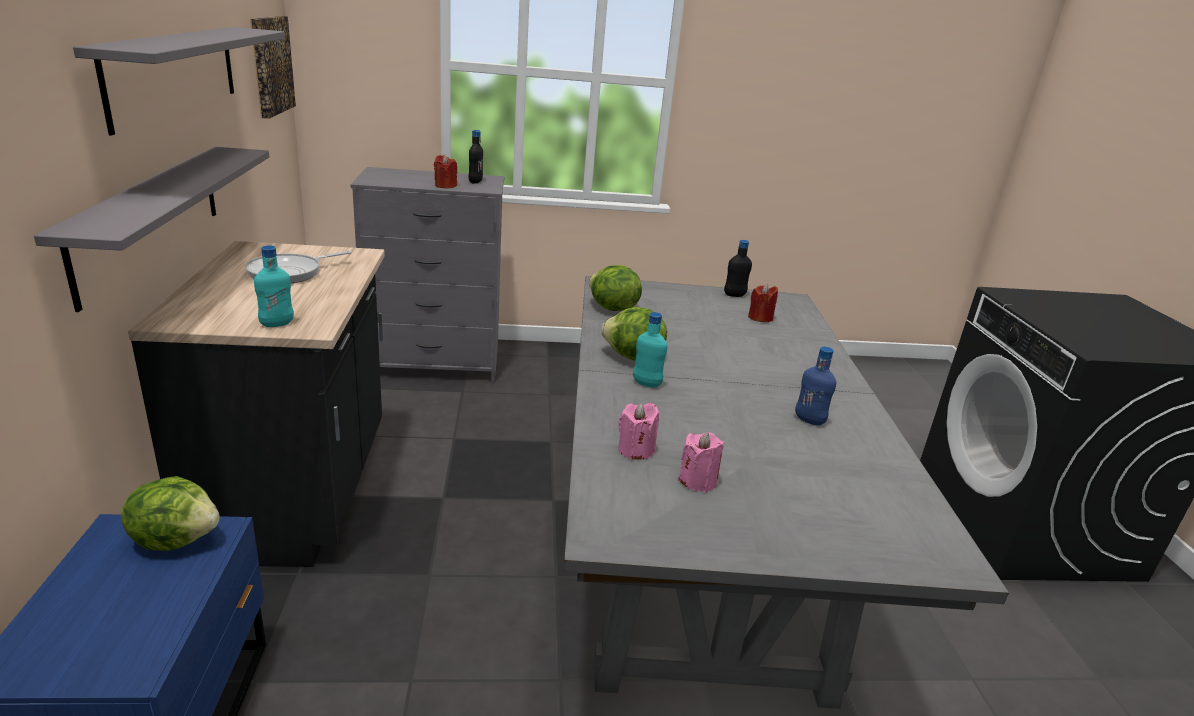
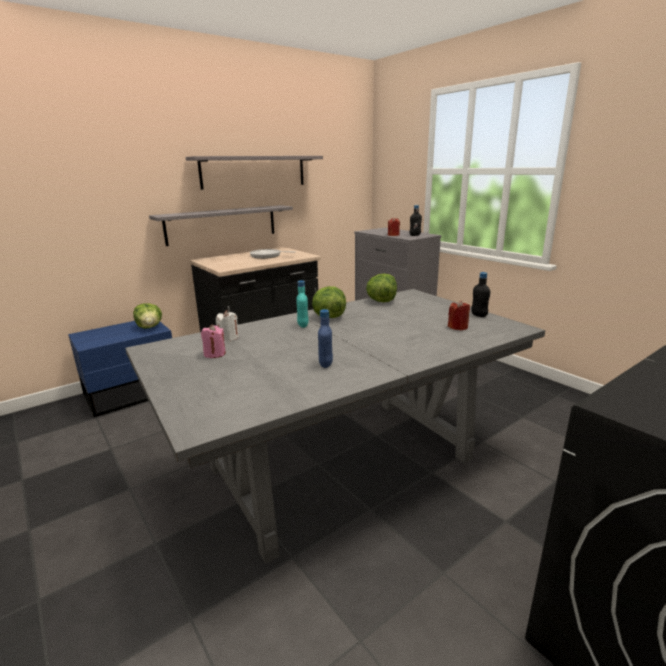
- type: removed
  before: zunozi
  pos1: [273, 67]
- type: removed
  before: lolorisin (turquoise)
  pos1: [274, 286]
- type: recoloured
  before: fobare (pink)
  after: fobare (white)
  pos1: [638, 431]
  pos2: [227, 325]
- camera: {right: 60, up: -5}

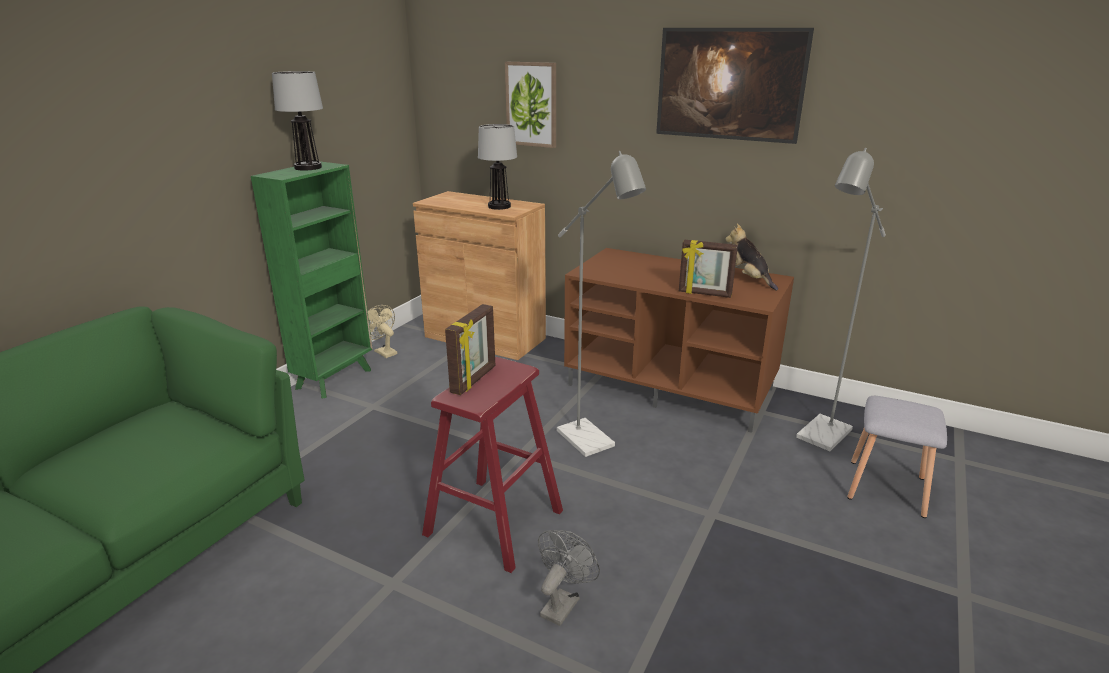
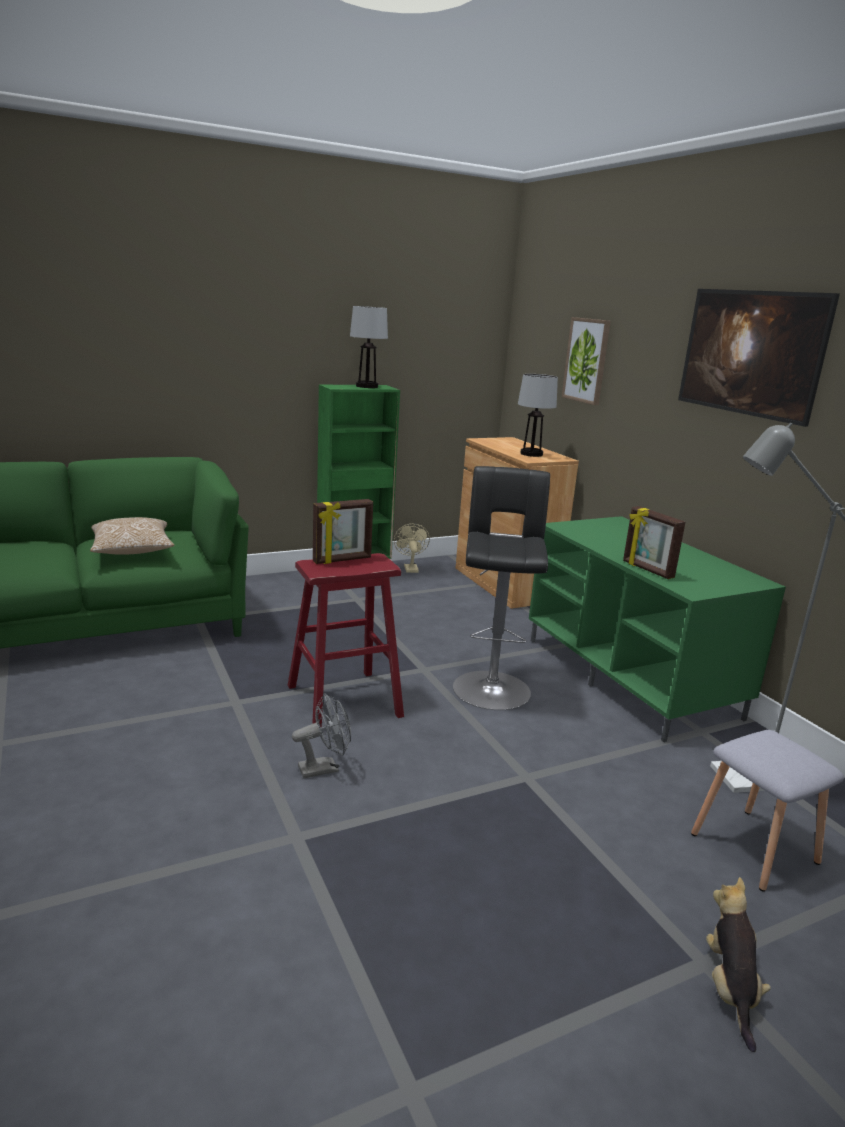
- type: replaced
  before: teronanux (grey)
  after: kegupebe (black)
  pos1: [601, 304]
  pos2: [501, 588]
- type: moved
  before: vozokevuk
  pos1: [751, 257]
  pos2: [738, 964]
- type: recoloured
  before: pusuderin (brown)
  after: pusuderin (green)
  pos1: [679, 340]
  pos2: [657, 629]
- type: added
  after: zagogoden
  pos2: [132, 536]
- camera: {right: 35, up: -5}

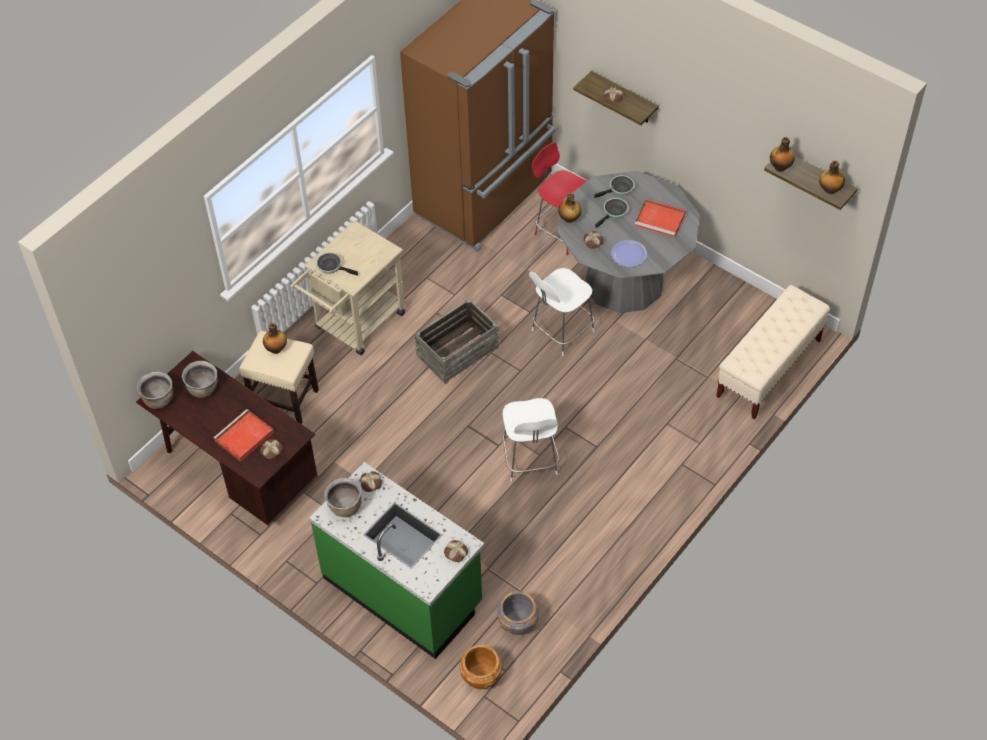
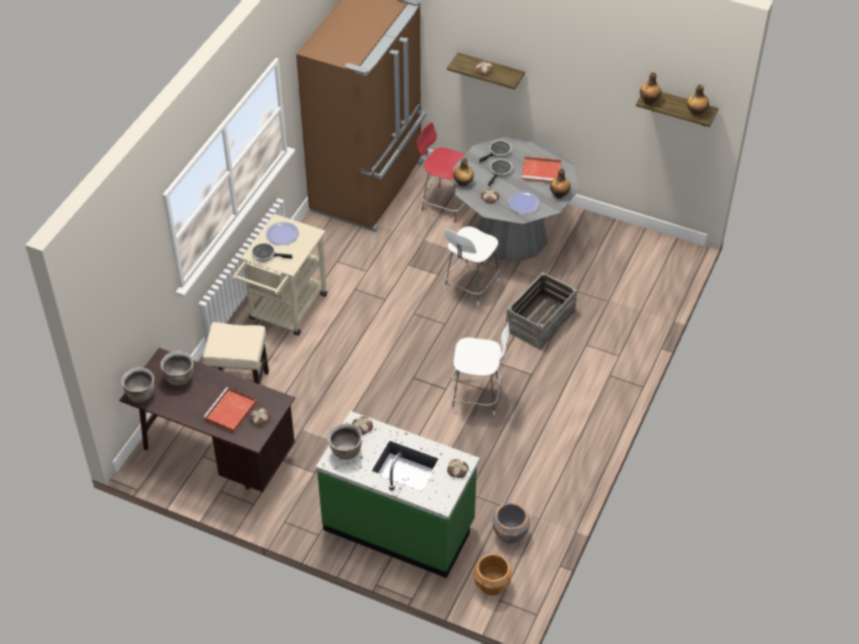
- type: removed
  before: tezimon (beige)
  pos1: [773, 352]
- type: moved
  before: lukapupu
  pos1: [456, 341]
  pos2: [541, 311]
- type: moved
  before: lolorisin
  pos1: [275, 338]
  pos2: [560, 184]
- type: turned
  before: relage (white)
  pos1: [531, 440]
  pos2: [479, 368]
  turn: -60
- type: added
  after: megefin
  pos2: [282, 233]
- camera: {right: -15, up: -5}

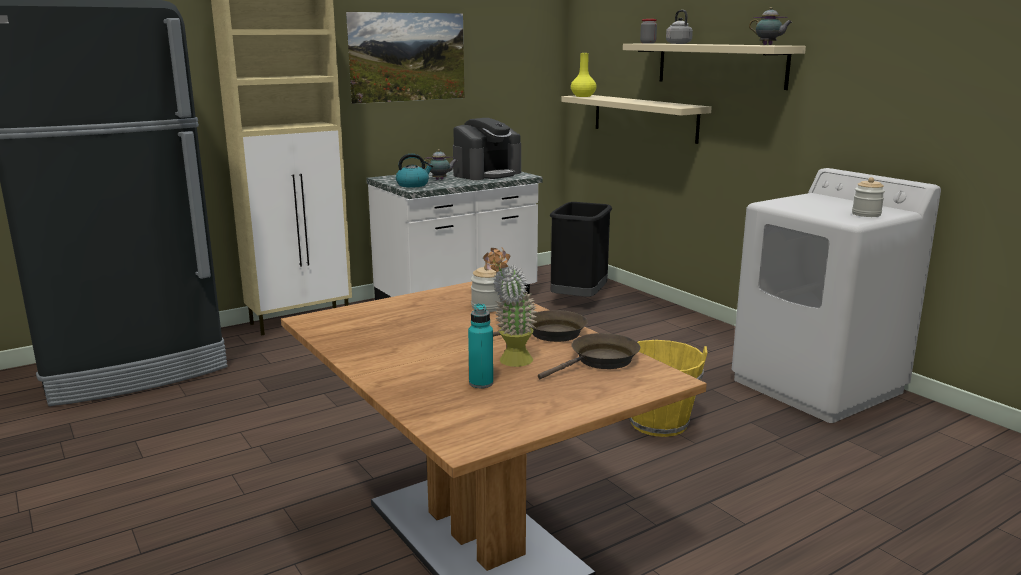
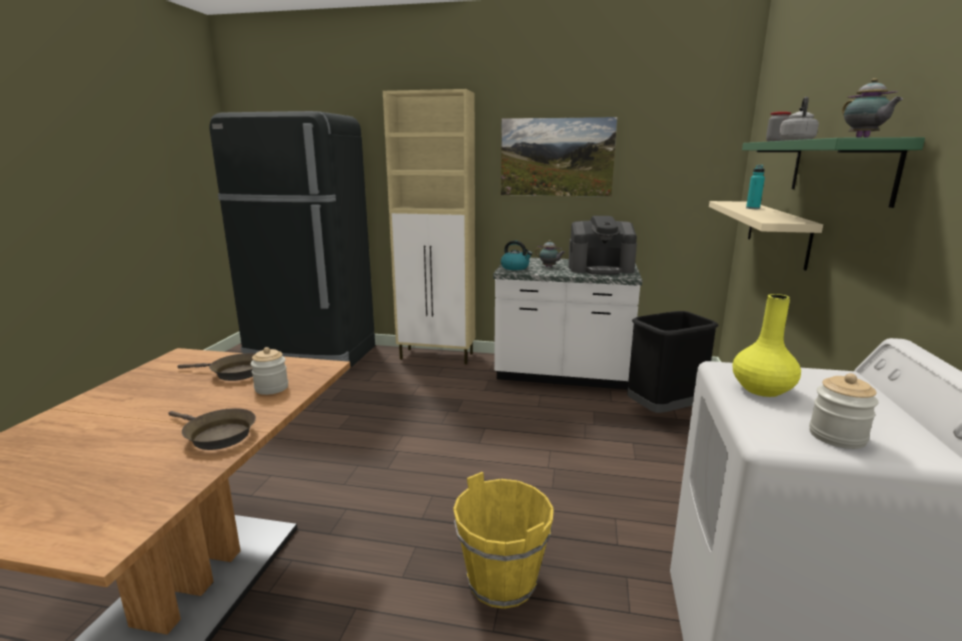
- type: recoloured
  before: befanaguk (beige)
  after: befanaguk (green)
  pos1: [714, 66]
  pos2: [833, 172]
- type: moved
  before: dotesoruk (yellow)
  pos1: [584, 75]
  pos2: [767, 345]
- type: removed
  before: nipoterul
  pos1: [510, 307]
- type: moved
  before: lolorisin (turquoise)
  pos1: [480, 345]
  pos2: [755, 187]
- type: moved
  before: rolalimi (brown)
  pos1: [589, 356]
  pos2: [216, 367]
- camera: {right: 45, up: 0}

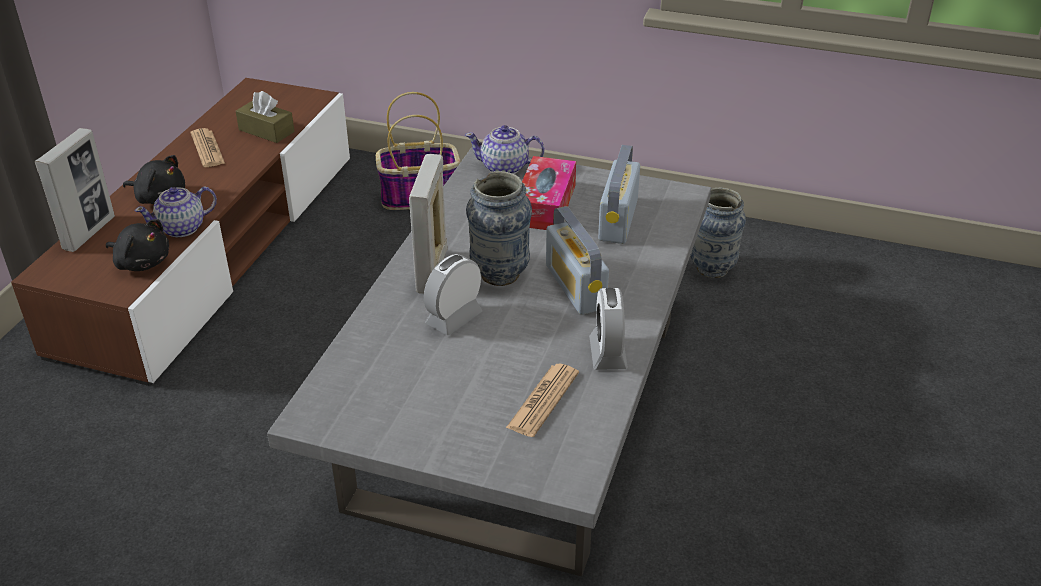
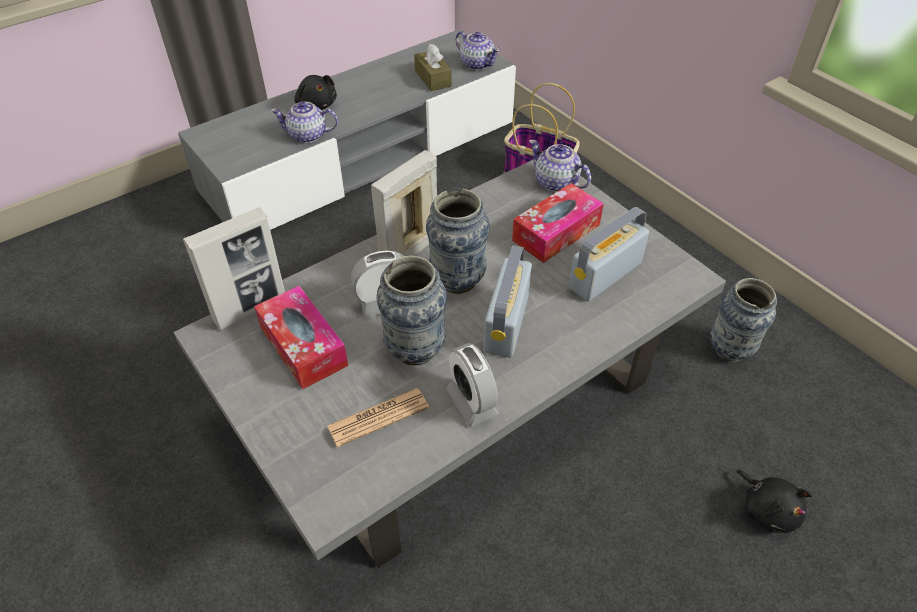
- type: recoloured
  before: pusuderin (brown)
  after: pusuderin (grey)
  pos1: [180, 232]
  pos2: [347, 129]
- type: moved
  before: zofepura
  pos1: [75, 190]
  pos2: [234, 268]
- type: removed
  before: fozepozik
  pos1: [208, 147]
- type: moved
  before: vozokevuk (black)
  pos1: [137, 245]
  pos2: [774, 501]
- type: turned
  before: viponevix
  pos1: [608, 329]
  pos2: [472, 385]
  turn: -60
- type: added
  after: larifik
  pos2: [478, 50]
- type: added
  after: dotesoruk
  pos2: [412, 310]
- type: added
  after: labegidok
  pos2: [301, 337]
- camera: {right: 35, up: 10}

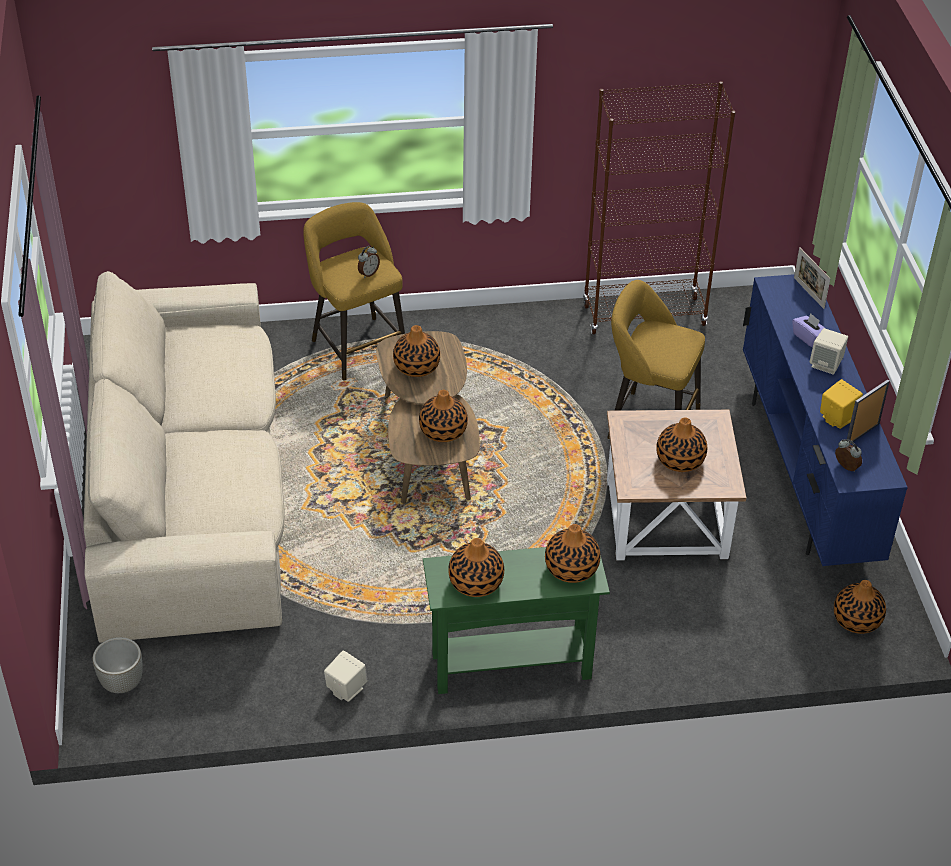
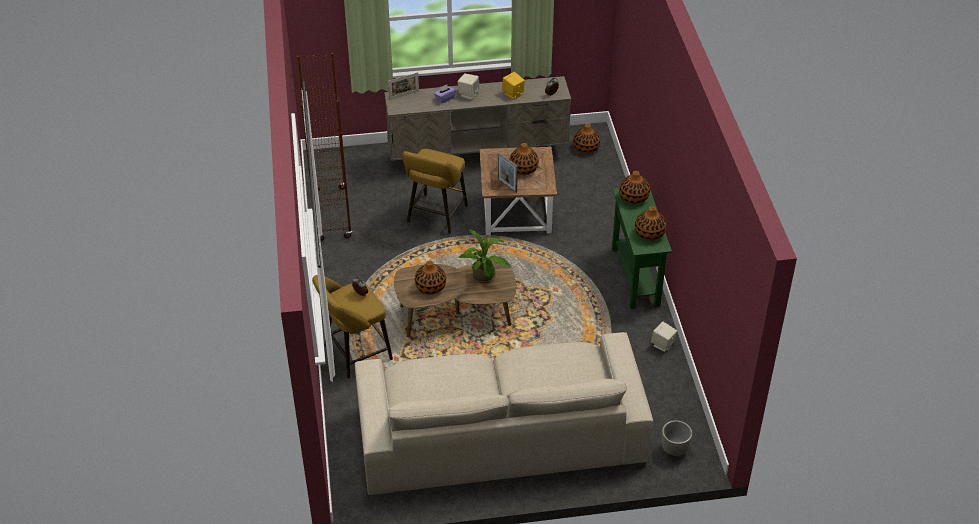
- type: recoloured
  before: pusuderin (blue)
  after: pusuderin (beige)
  pos1: [825, 420]
  pos2: [477, 118]
- type: moved
  before: zofepura
  pos1: [868, 412]
  pos2: [507, 172]
- type: replaced
  before: dotesoruk
  after: nipoterul
  pos1: [443, 416]
  pos2: [485, 256]
- camera: {right: -90, up: 0}

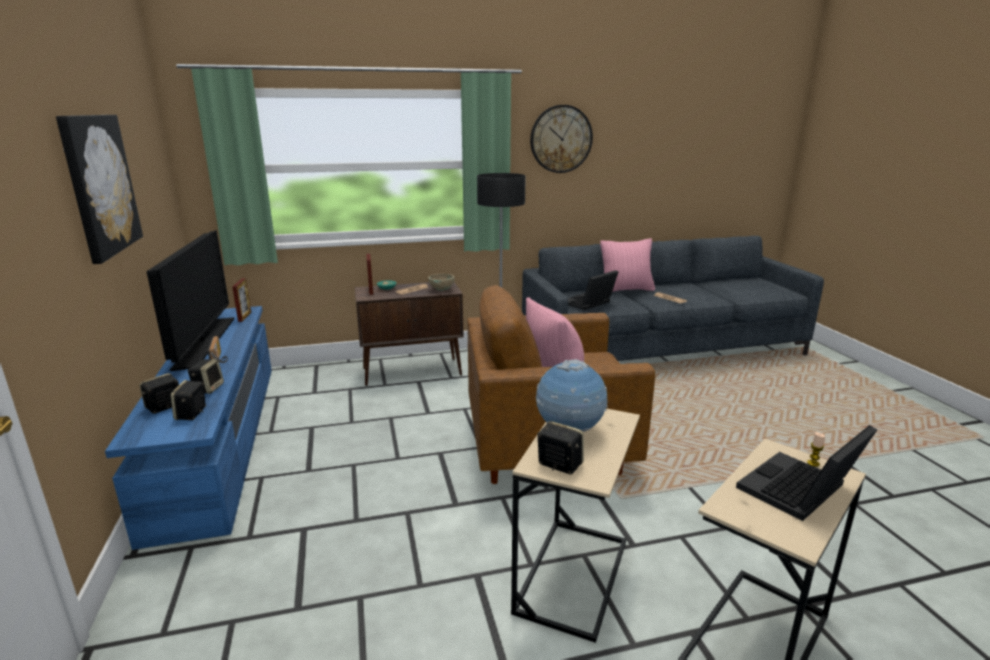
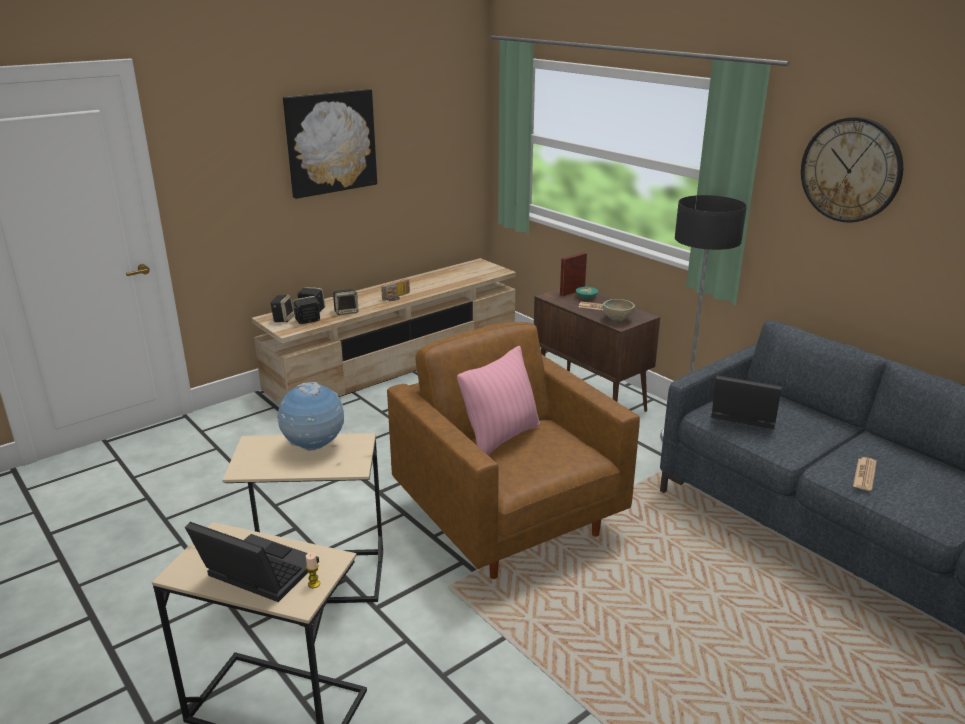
- type: removed
  before: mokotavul
  pos1: [190, 300]
- type: removed
  before: zagogoden (pink)
  pos1: [627, 265]
- type: removed
  before: zofepura
  pos1: [241, 300]
- type: recoloured
  before: pusuderin (blue)
  after: pusuderin (beige)
  pos1: [188, 428]
  pos2: [384, 331]
- type: moved
  before: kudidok
  pos1: [560, 448]
  pos2: [282, 308]
- camera: {right: 65, up: 5}

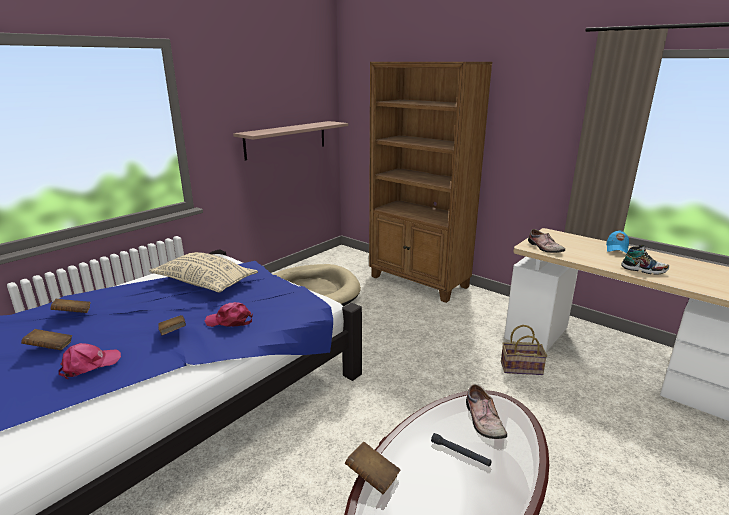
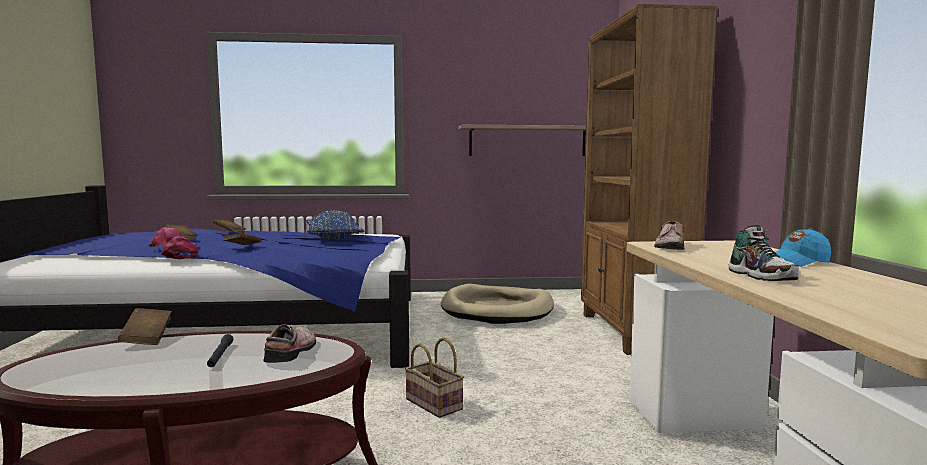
- type: recoloured
  before: zagogoden (beige)
  after: zagogoden (blue)
  pos1: [203, 272]
  pos2: [335, 224]
- type: moved
  before: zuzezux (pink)
  pos1: [229, 314]
  pos2: [179, 247]
- type: moved
  before: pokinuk
  pos1: [524, 350]
  pos2: [434, 378]
- type: turned
  before: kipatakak
  pos1: [486, 411]
  pos2: [289, 343]
  turn: 150
- camera: {right: 45, up: -15}

